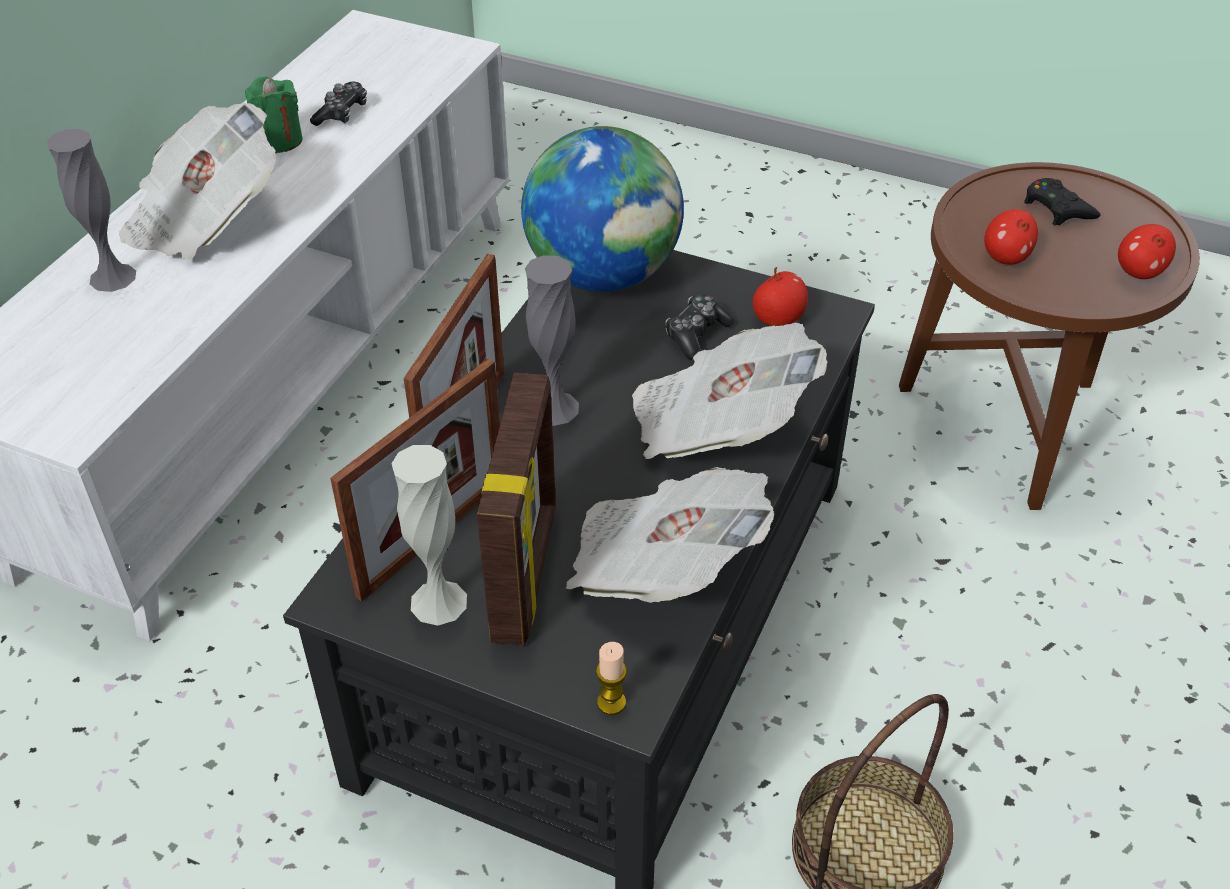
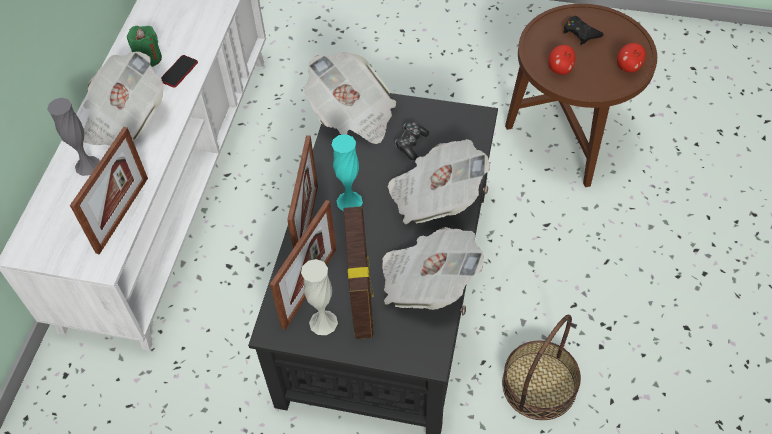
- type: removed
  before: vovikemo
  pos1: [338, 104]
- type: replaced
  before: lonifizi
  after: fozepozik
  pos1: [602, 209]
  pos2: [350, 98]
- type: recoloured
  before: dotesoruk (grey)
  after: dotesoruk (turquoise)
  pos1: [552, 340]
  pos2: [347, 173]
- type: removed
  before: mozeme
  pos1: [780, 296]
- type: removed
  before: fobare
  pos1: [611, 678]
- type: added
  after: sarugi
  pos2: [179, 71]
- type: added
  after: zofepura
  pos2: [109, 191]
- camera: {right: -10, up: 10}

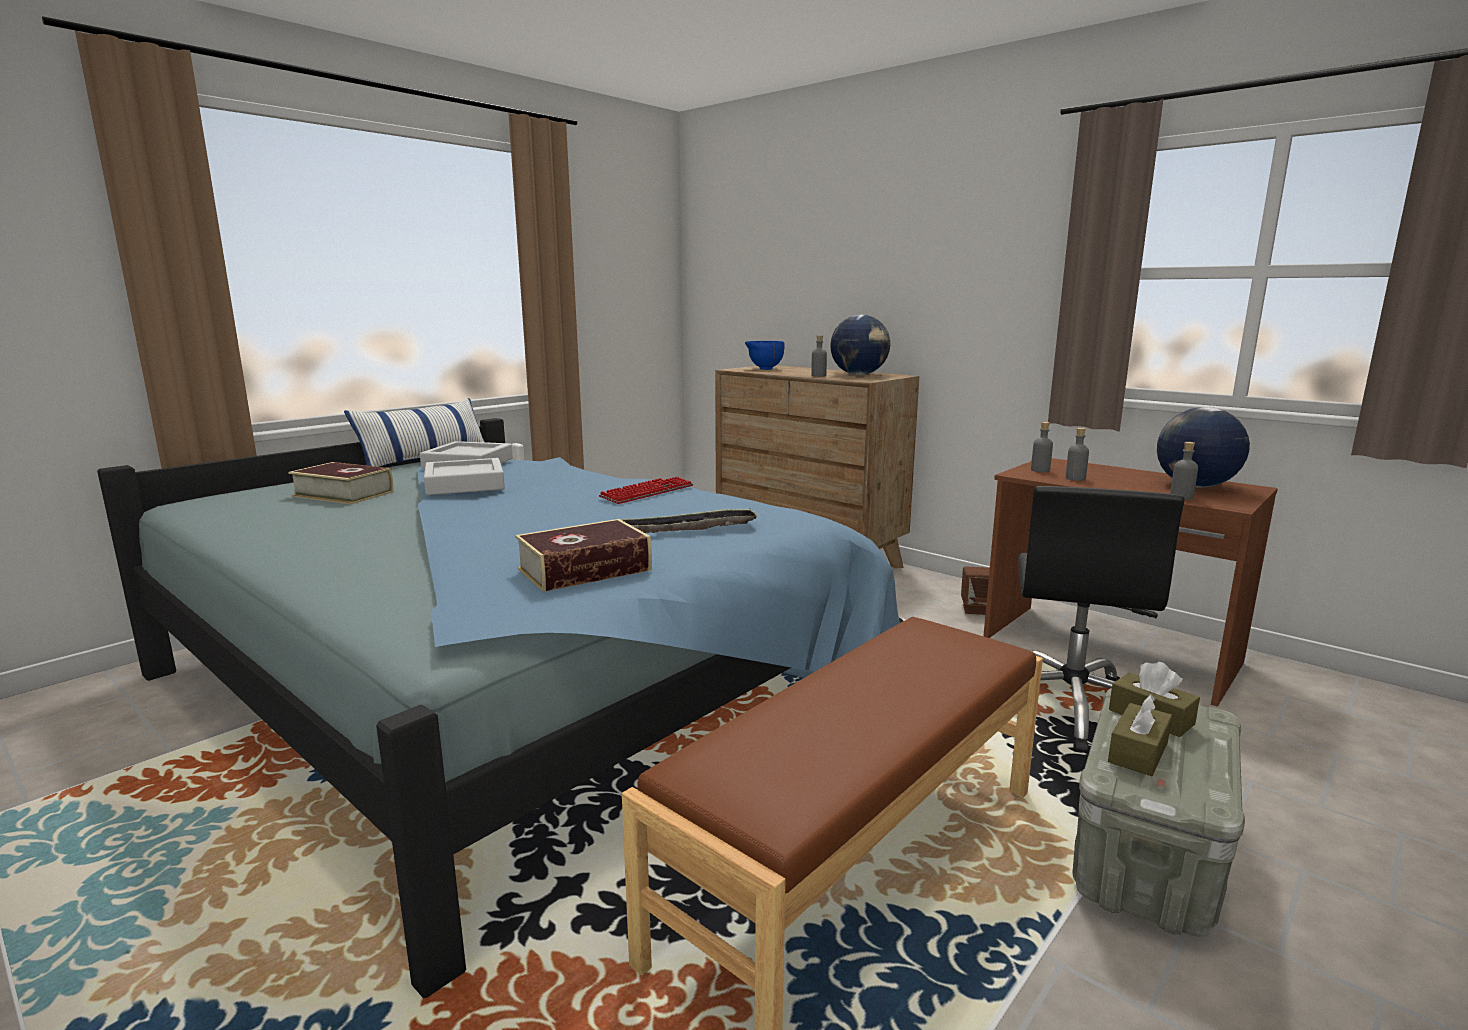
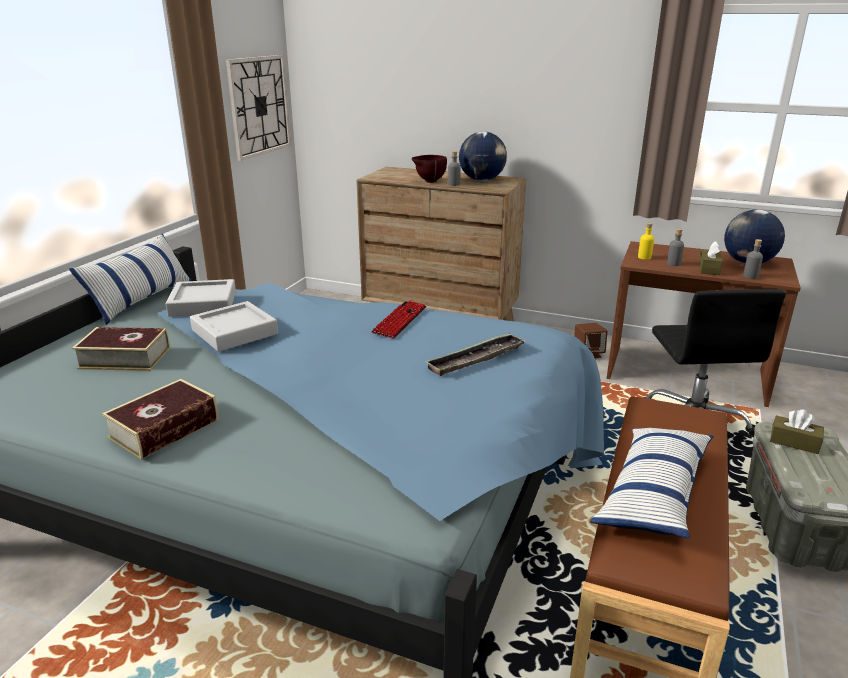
- type: removed
  before: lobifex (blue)
  pos1: [765, 355]
- type: recoloured
  before: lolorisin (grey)
  after: lolorisin (yellow)
  pos1: [1042, 447]
  pos2: [646, 241]
- type: moved
  before: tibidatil
  pos1: [583, 555]
  pos2: [160, 419]
- type: moved
  before: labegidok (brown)
  pos1: [1140, 735]
  pos2: [711, 258]
- type: added
  after: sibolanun
  pos2: [258, 108]
- type: added
  after: lobifex (brown)
  pos2: [429, 169]
- type: added
  after: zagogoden
  pos2: [652, 483]
- camera: {right: -20, up: 10}

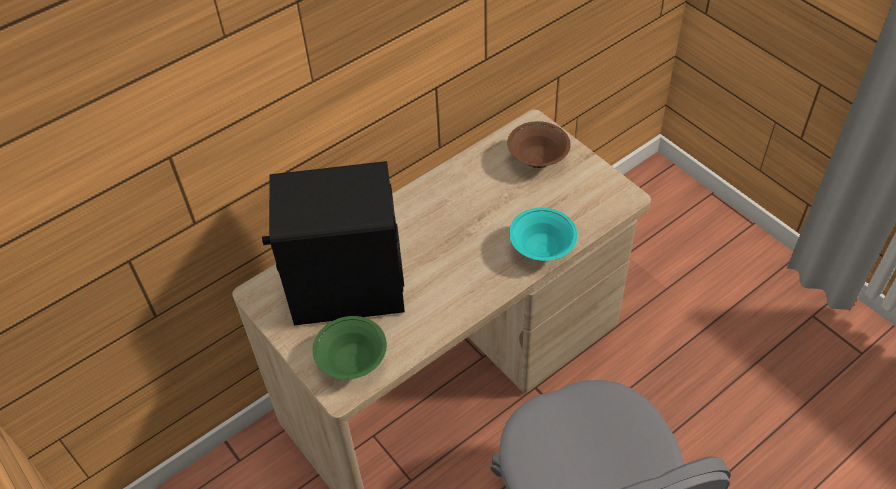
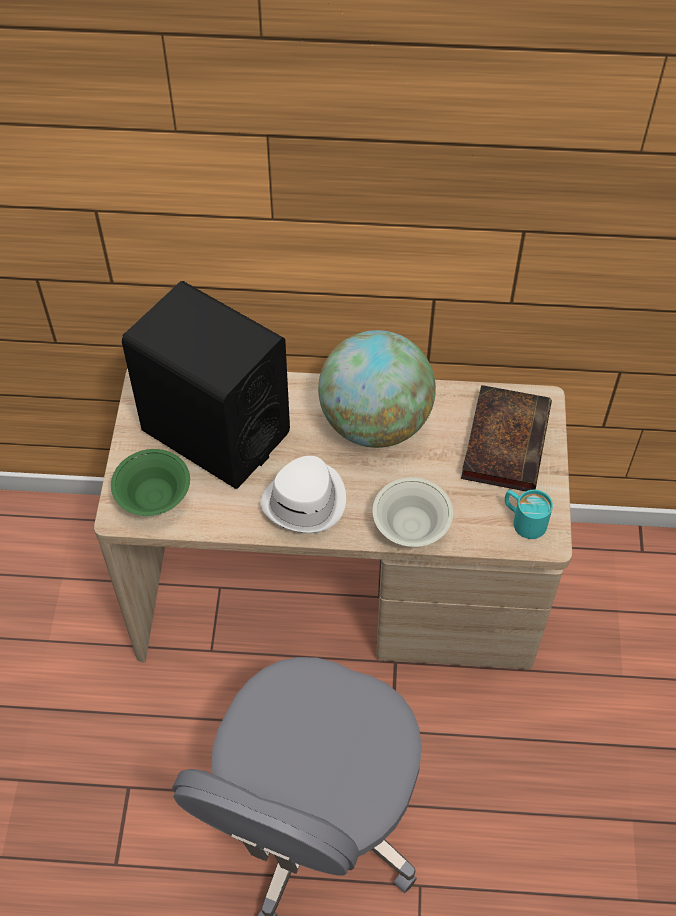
- type: replaced
  before: lobifex (brown)
  after: tibidatil
  pos1: [539, 144]
  pos2: [506, 438]
- type: recoloured
  before: lobifex (turquoise)
  after: lobifex (white)
  pos1: [543, 234]
  pos2: [413, 512]
- type: added
  after: lonifizi
  pos2: [377, 389]
- type: added
  after: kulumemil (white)
  pos2: [303, 494]
- type: added
  after: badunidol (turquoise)
  pos2: [529, 514]
- camera: {right: 40, up: 5}

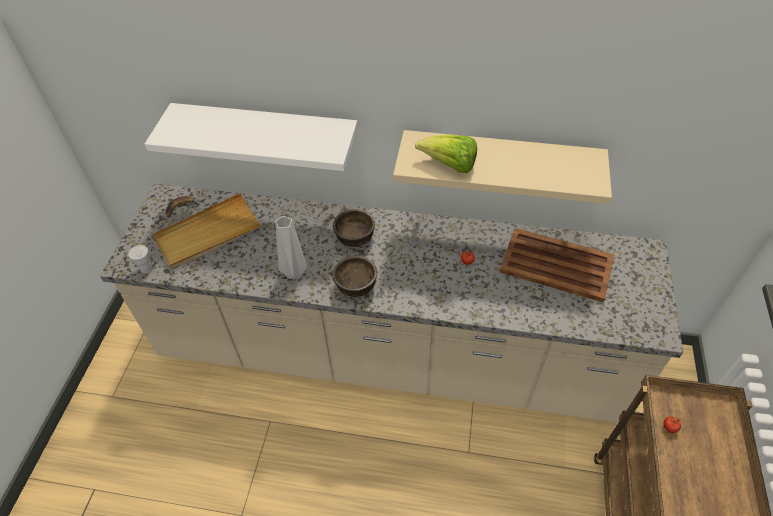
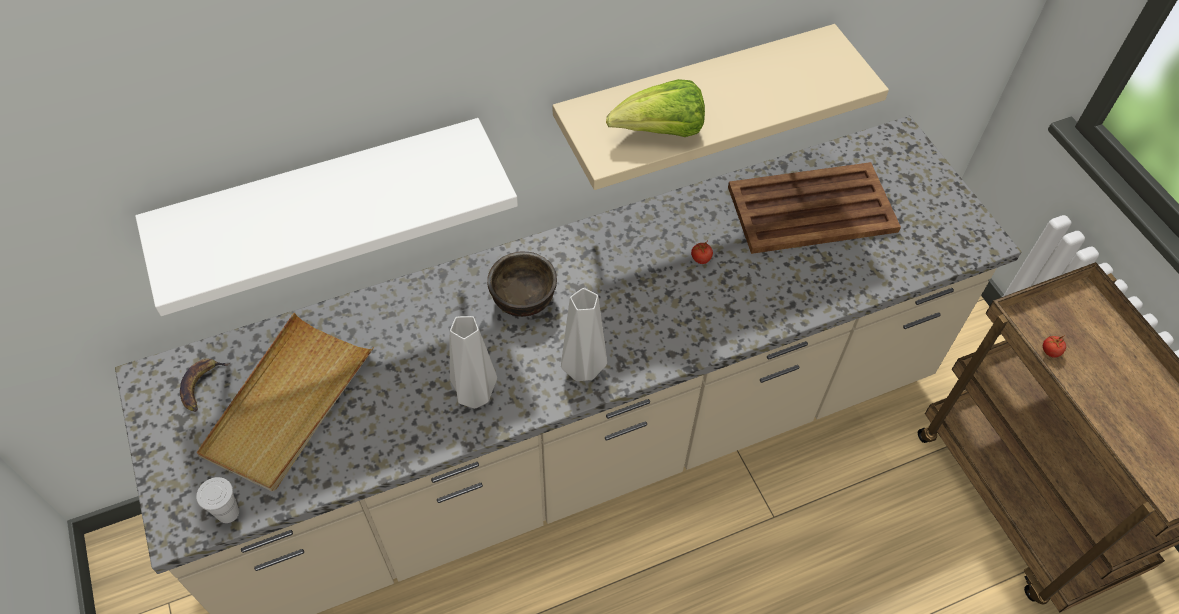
- type: replaced
  before: lobifex (brown)
  after: dotesoruk (grey)
  pos1: [355, 276]
  pos2: [584, 334]
- camera: {right: -35, up: 5}

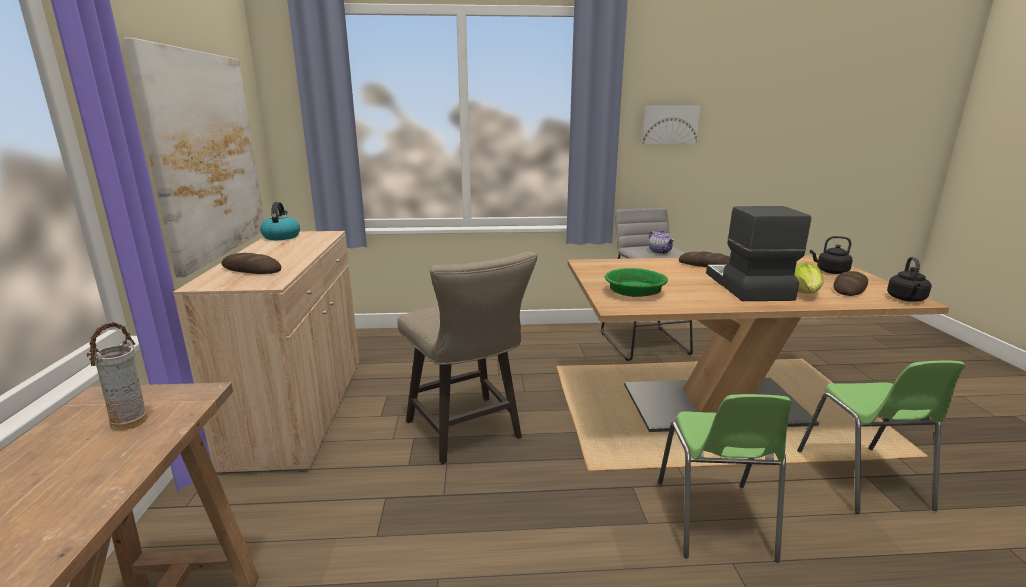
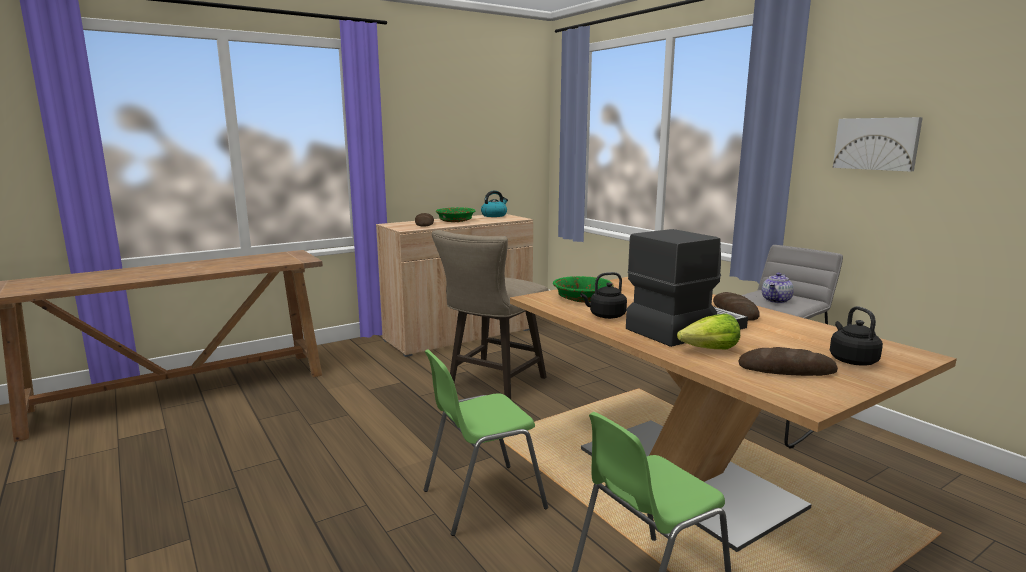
- type: removed
  before: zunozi
  pos1: [193, 157]
- type: moved
  before: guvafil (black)
  pos1: [909, 279]
  pos2: [603, 295]
- type: removed
  before: dotesoruk
  pos1: [117, 376]
- type: added
  after: lobifex (green)
  pos2: [456, 214]
- camera: {right: 60, up: -5}

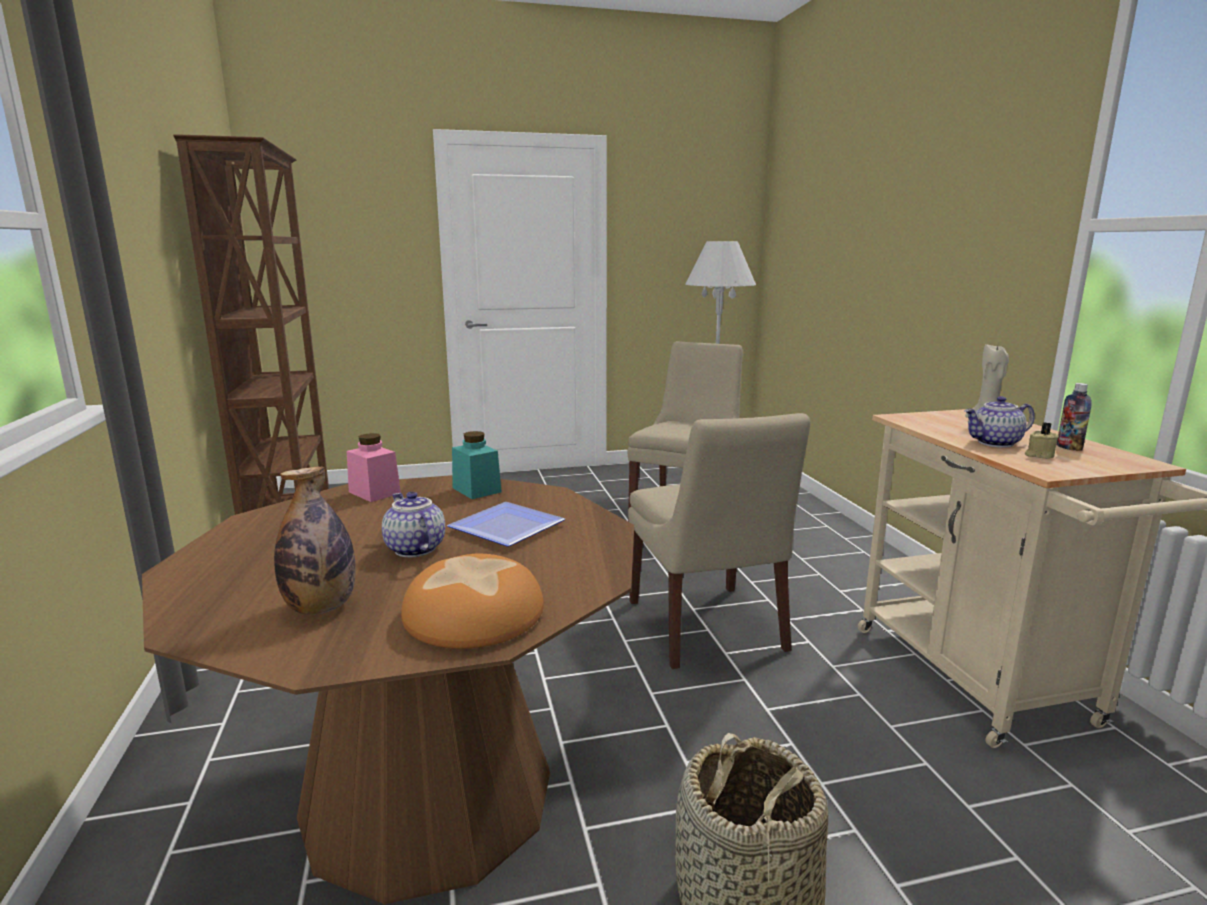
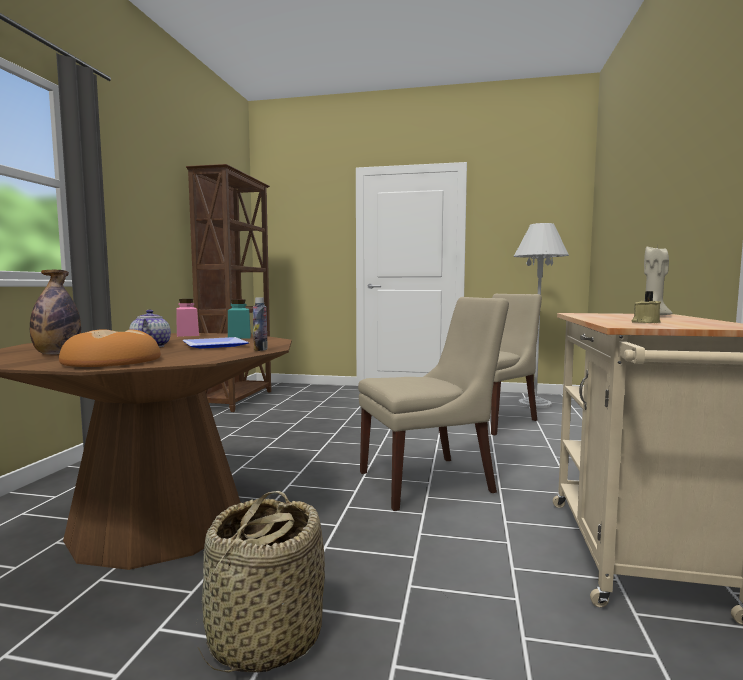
- type: moved
  before: lolorisin
  pos1: [1074, 417]
  pos2: [260, 324]
- type: removed
  before: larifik
  pos1: [999, 422]
- type: turned
  before: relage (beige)
  pos1: [719, 541]
  pos2: [433, 404]
  turn: -120
- camera: {right: 25, up: -10}

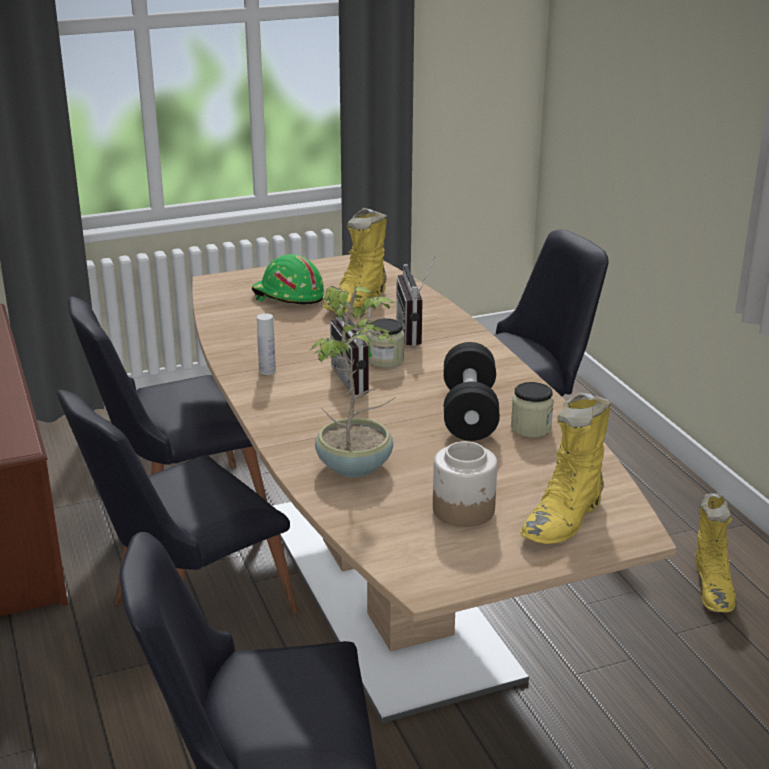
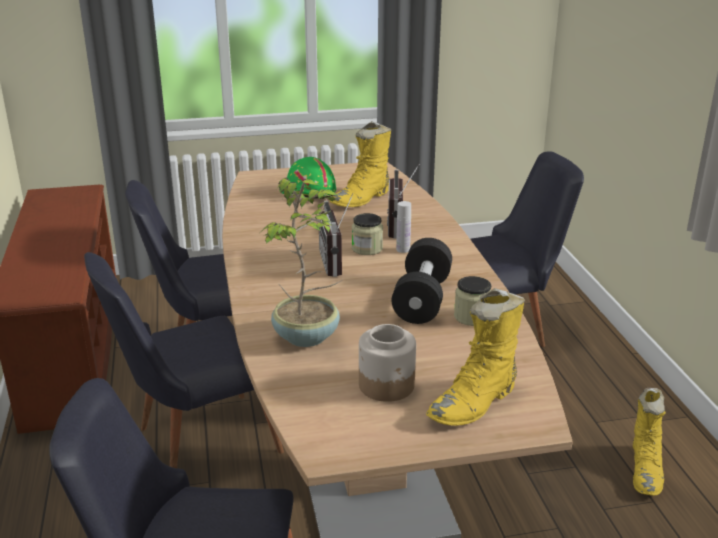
- type: moved
  before: lolorisin (white)
  pos1: [266, 344]
  pos2: [403, 227]
- camera: {right: 10, up: 0}

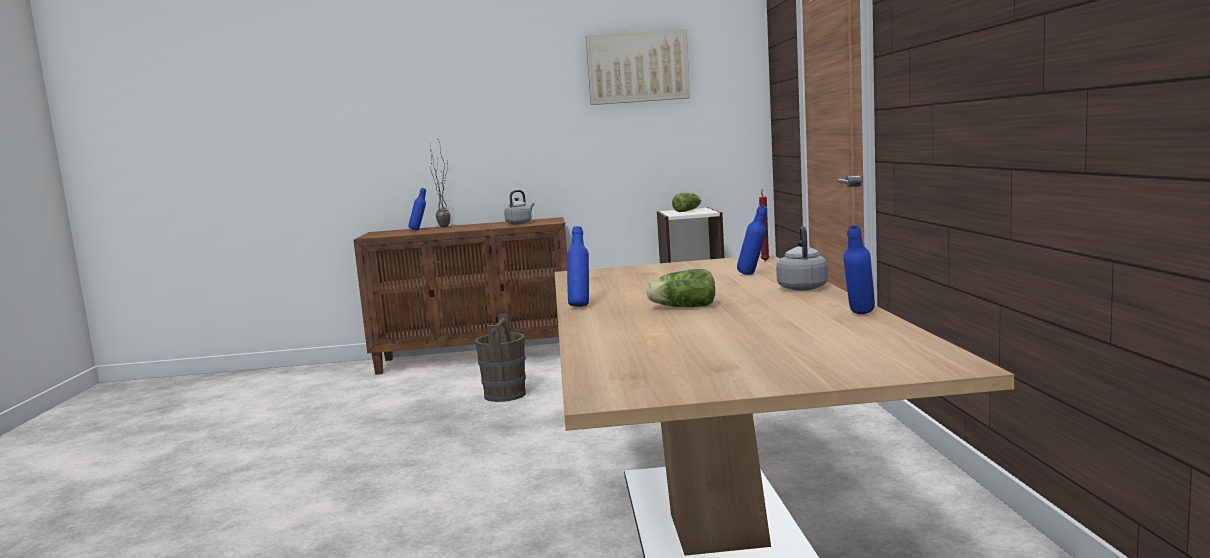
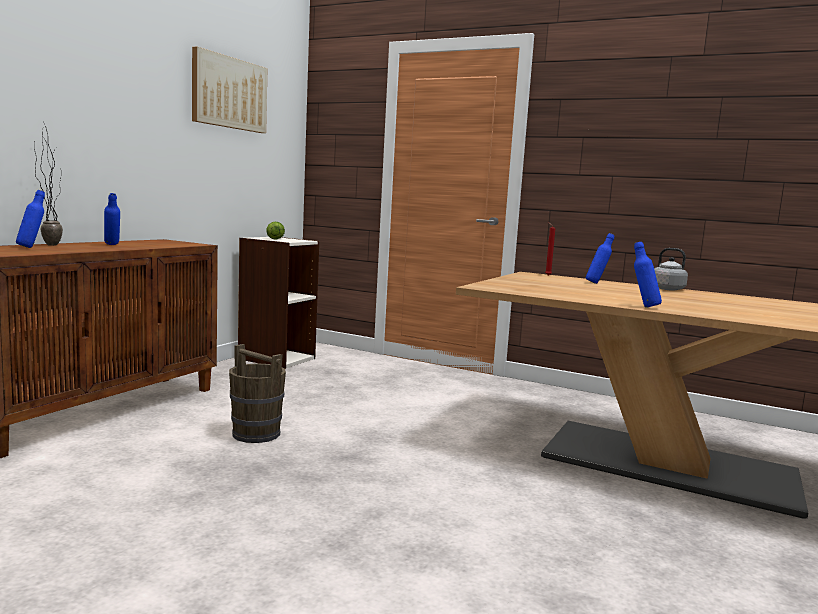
- type: removed
  before: guvafil (grey)
  pos1: [519, 207]
- type: moved
  before: lolorisin (blue)
  pos1: [859, 269]
  pos2: [112, 219]
- type: removed
  before: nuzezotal
  pos1: [680, 288]
- camera: {right: -60, up: 0}

